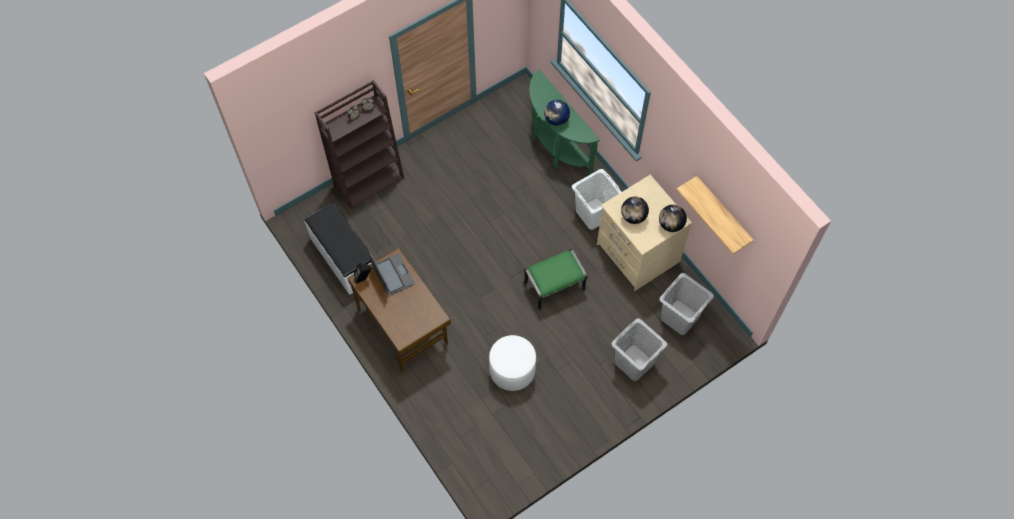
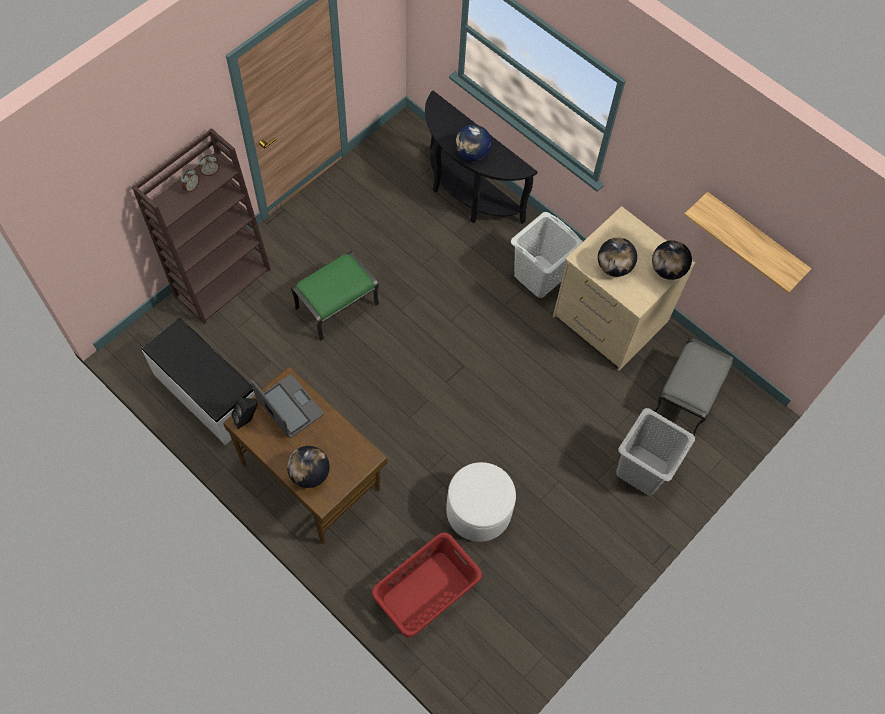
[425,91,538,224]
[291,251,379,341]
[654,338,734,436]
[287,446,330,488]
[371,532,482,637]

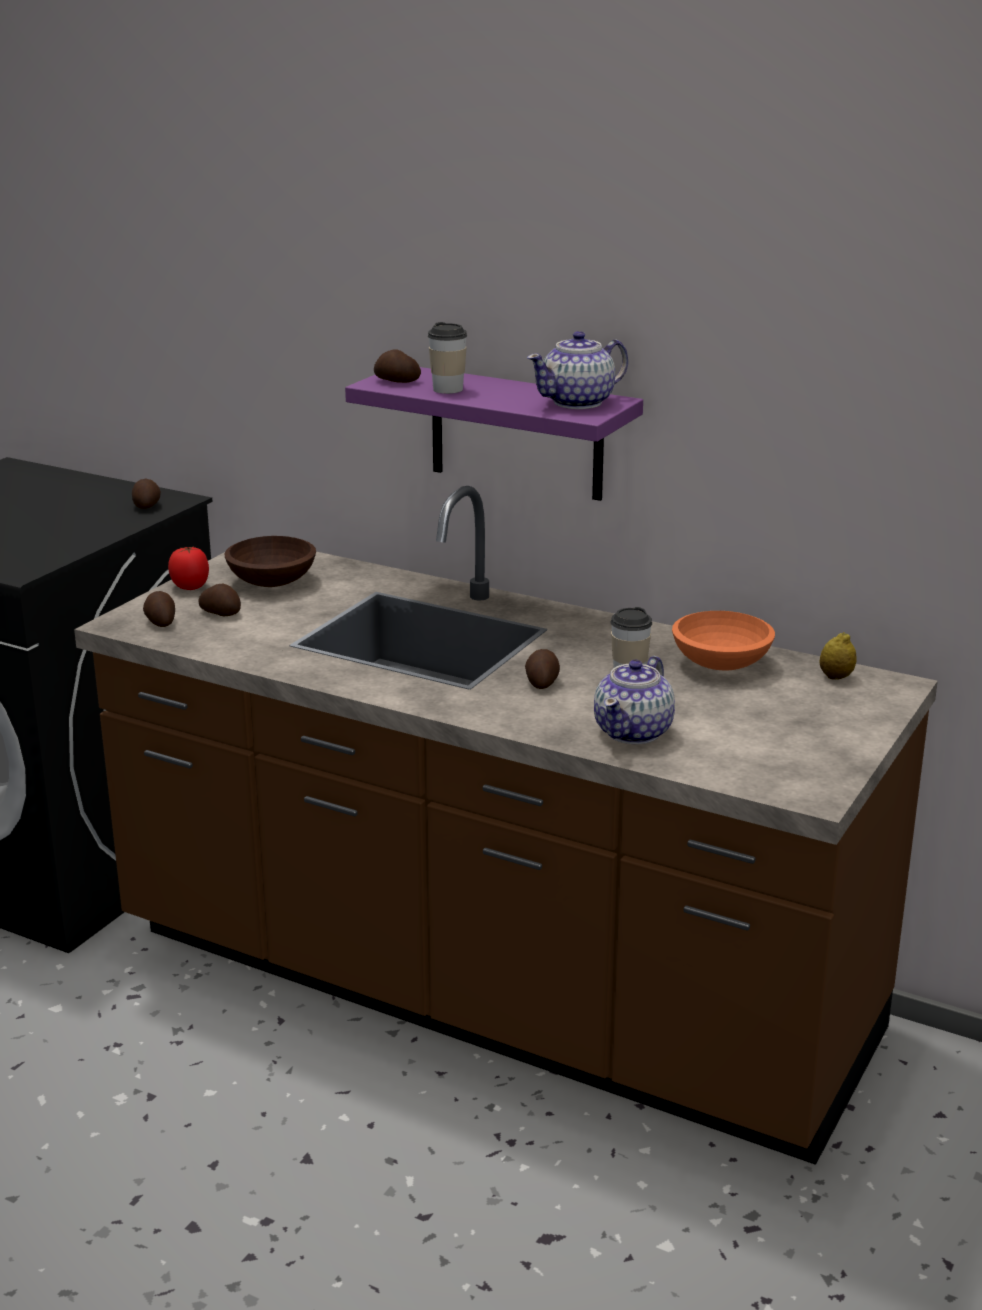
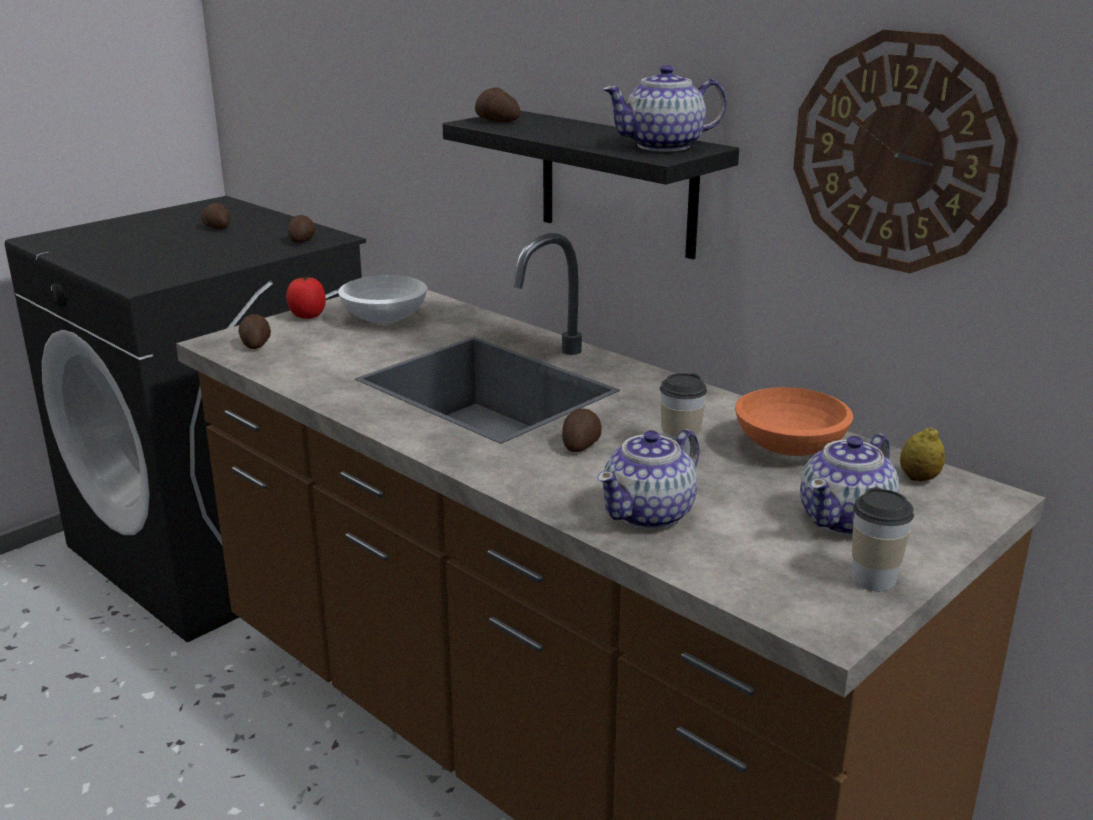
[852,487,914,591]
[442,111,739,259]
[338,275,427,323]
[201,203,231,229]
[793,29,1019,273]
[800,433,899,536]

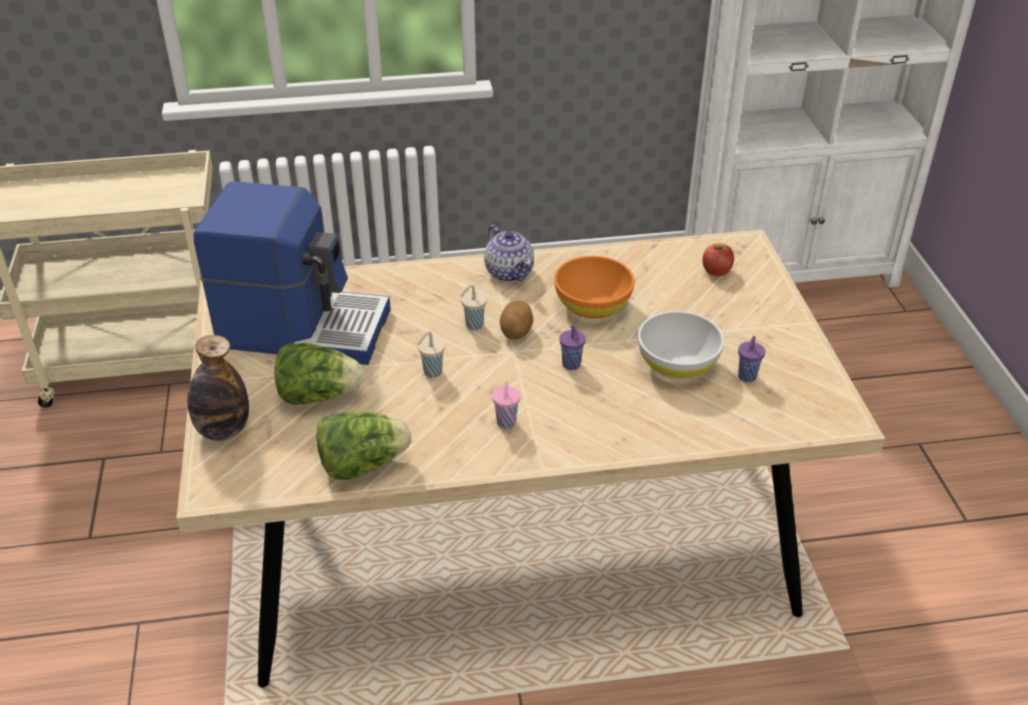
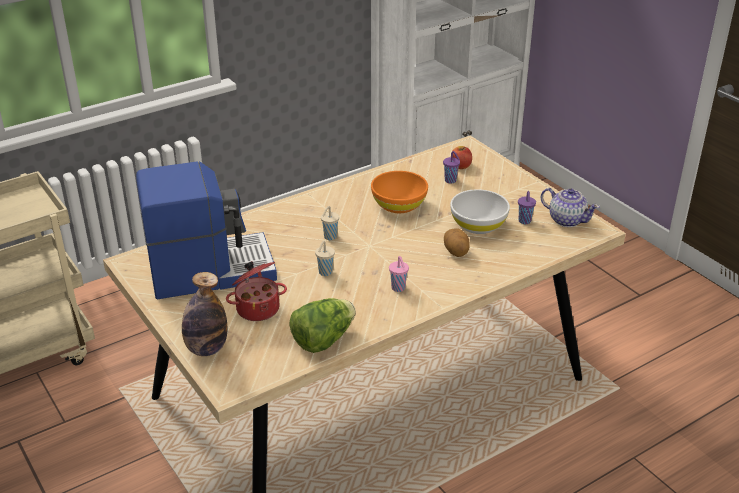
[541,188,600,227]
[444,228,470,257]
[443,151,460,183]
[226,261,287,321]

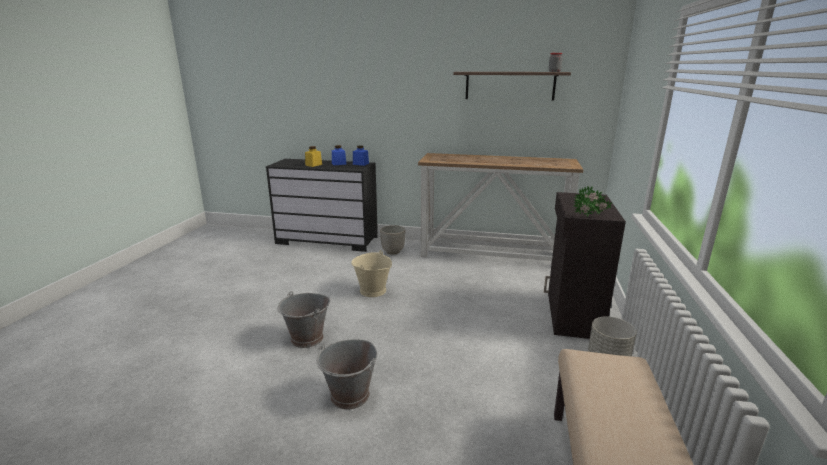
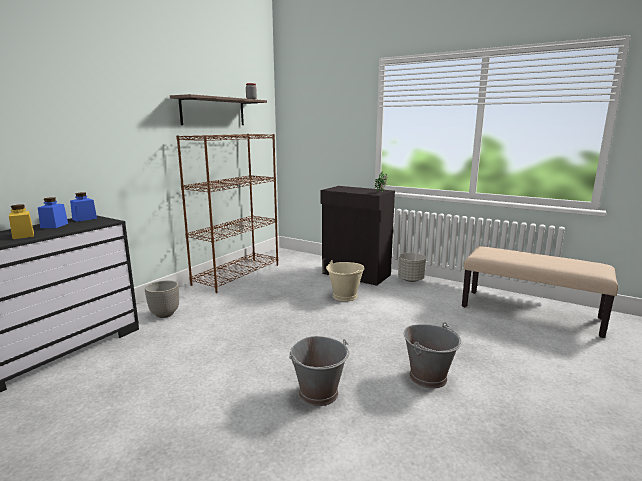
[176,134,278,293]
[326,260,364,301]

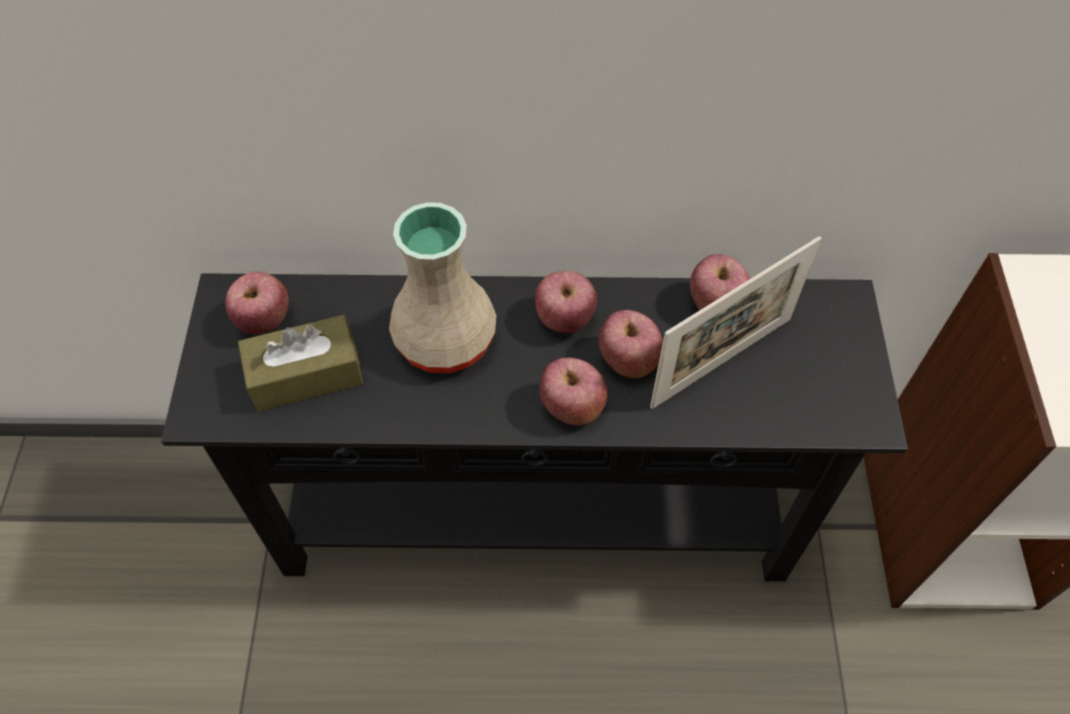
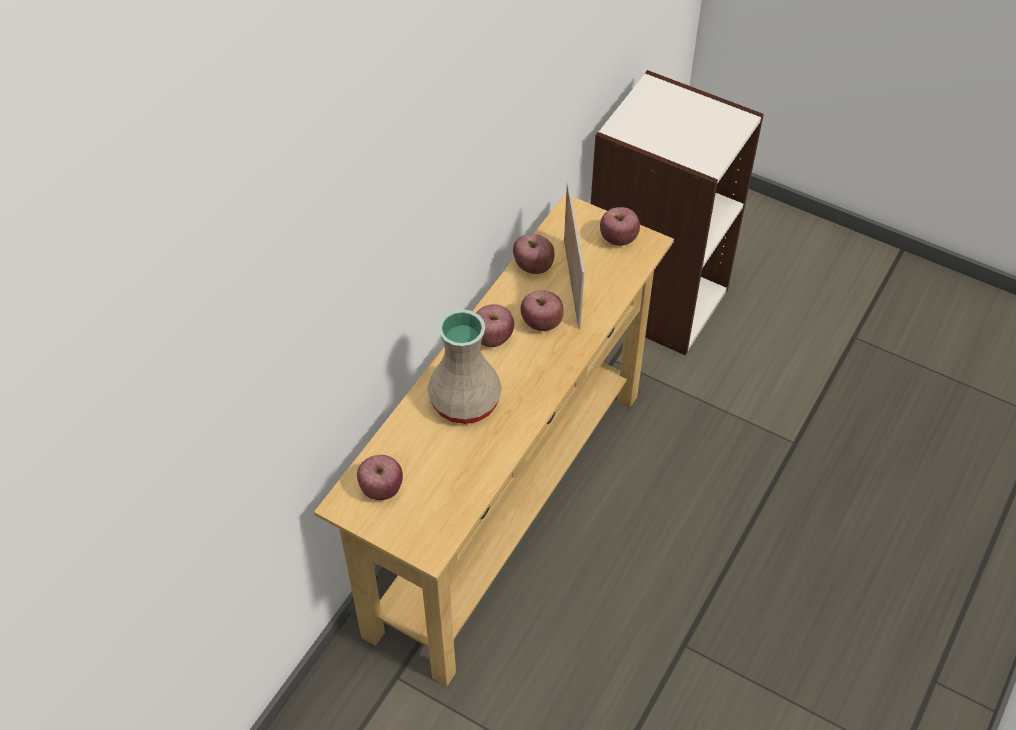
[314,194,674,686]
[238,315,363,412] (first image)
[600,207,640,246]

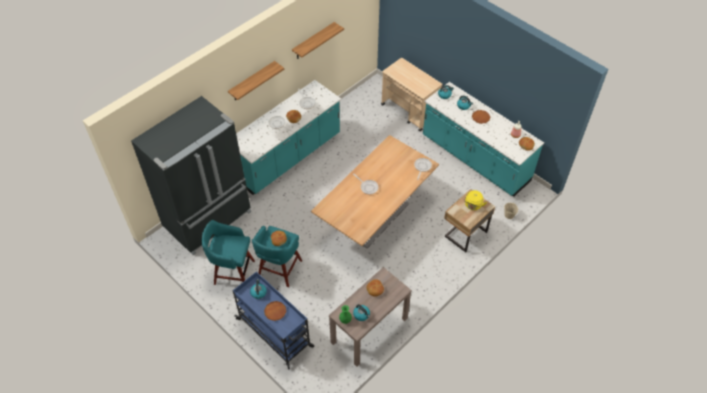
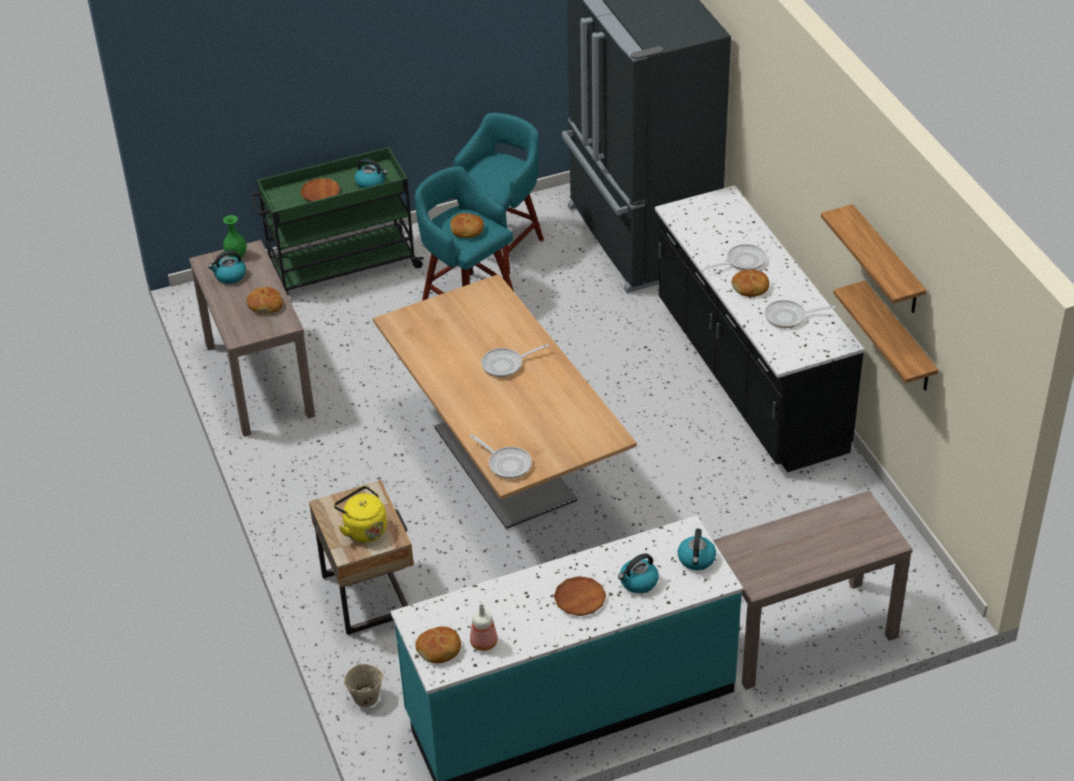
[713,490,913,690]
[833,281,939,391]
[655,185,865,472]
[250,147,424,295]

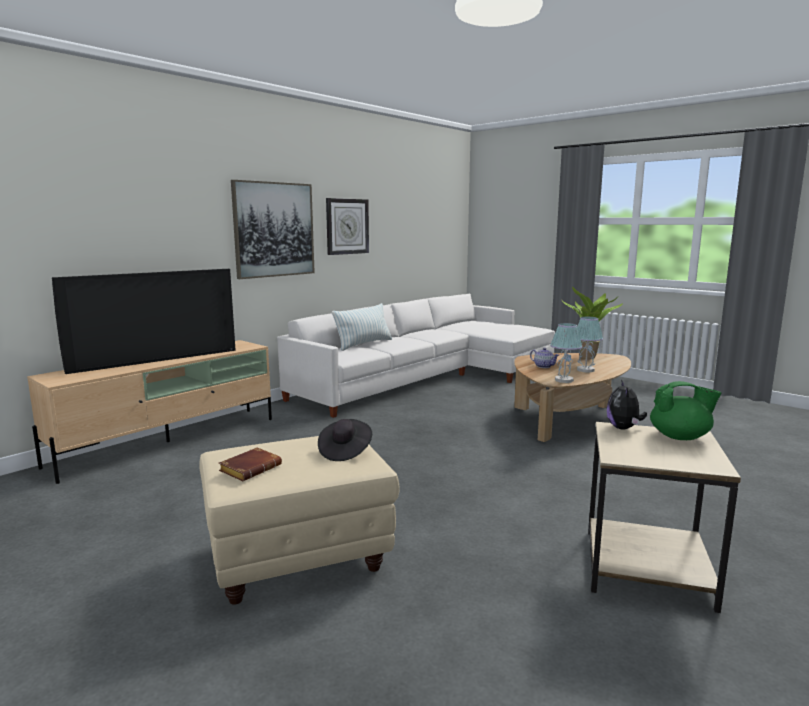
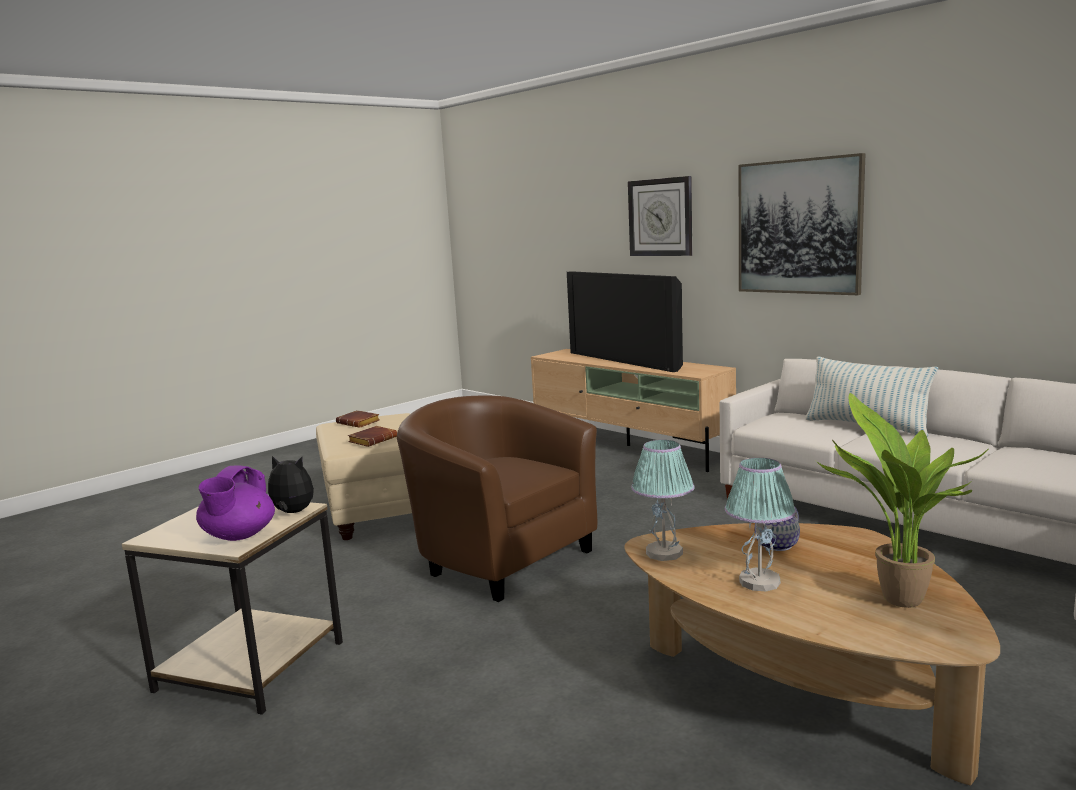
[628,176,693,256]
[196,466,275,541]
[348,426,397,447]
[397,396,597,602]

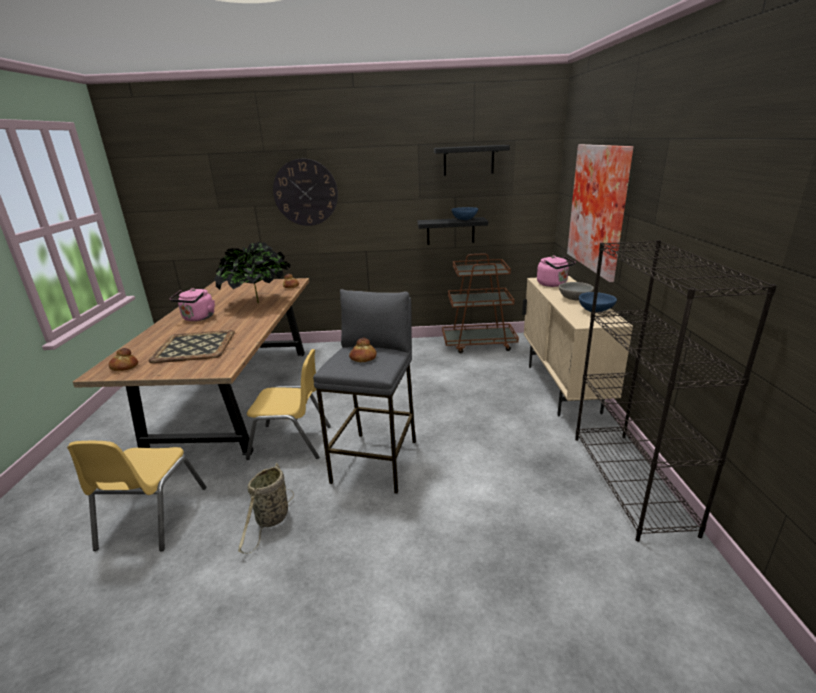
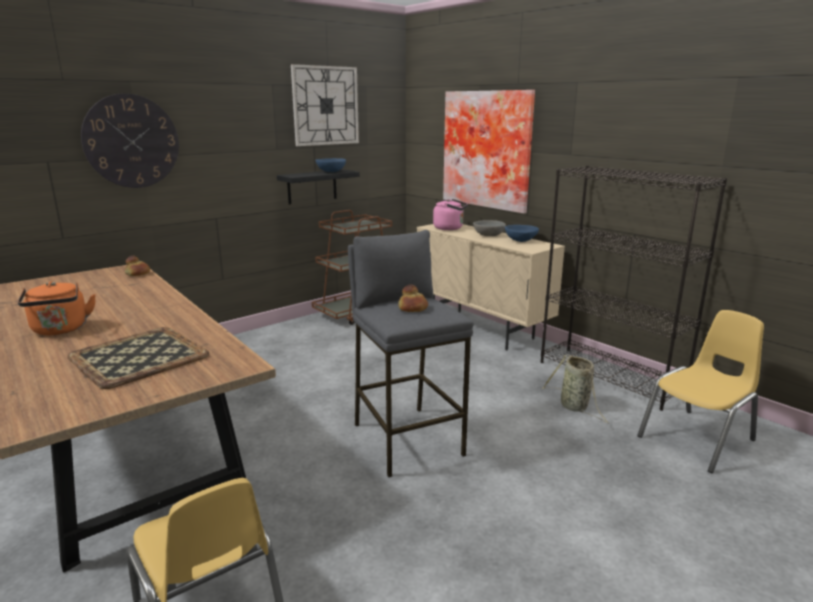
[291,64,359,146]
[214,242,291,303] (first image)
[18,281,96,335]
[109,348,138,371] (first image)
[637,310,764,473]
[542,355,609,423]

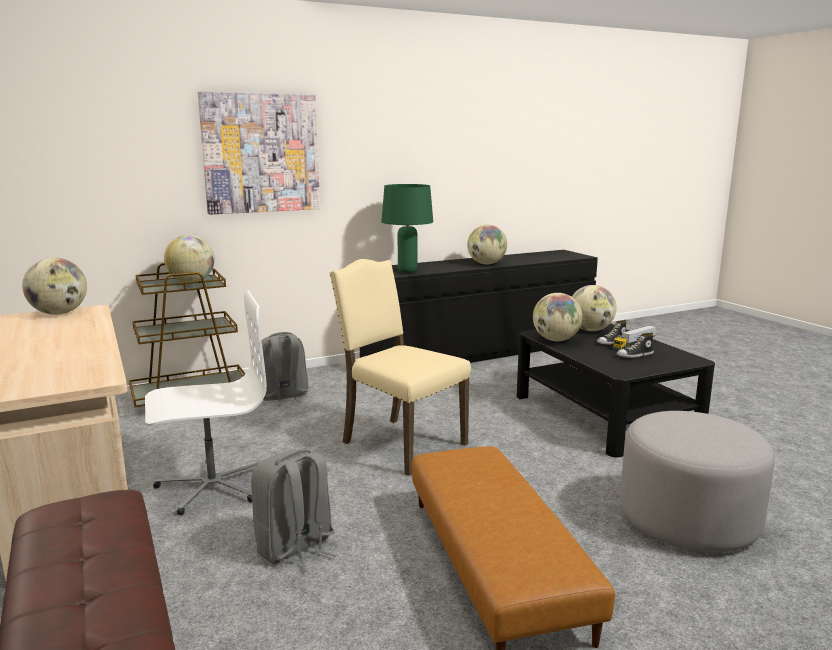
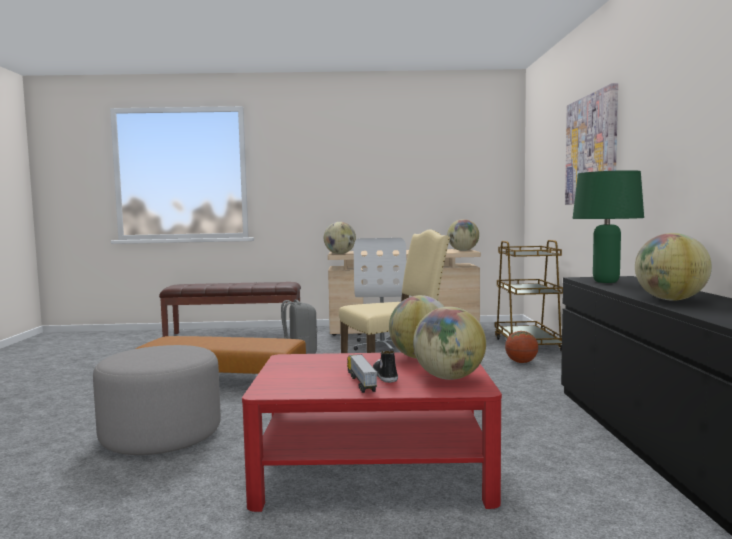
[324,222,356,254]
[242,352,502,512]
[505,331,538,363]
[616,333,654,358] (first image)

